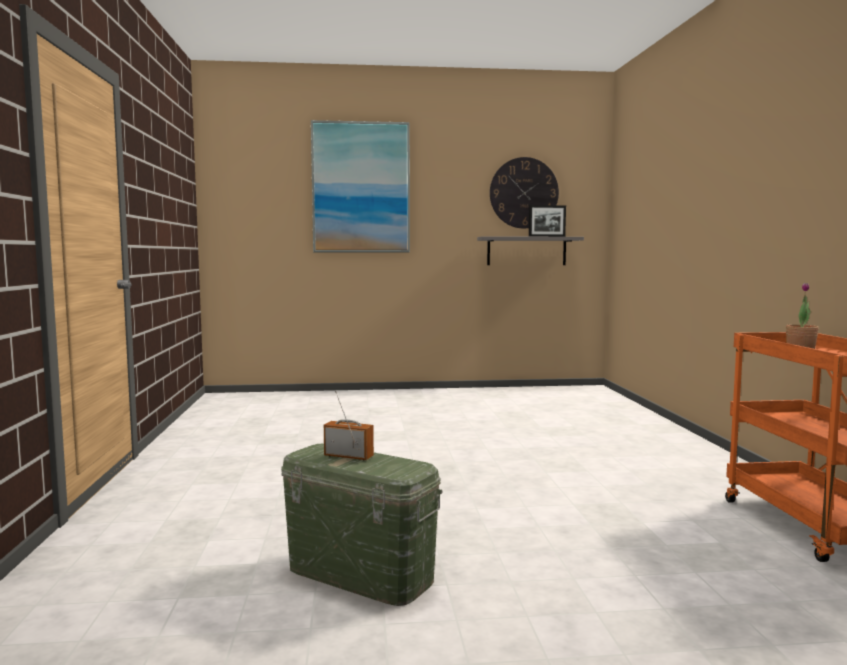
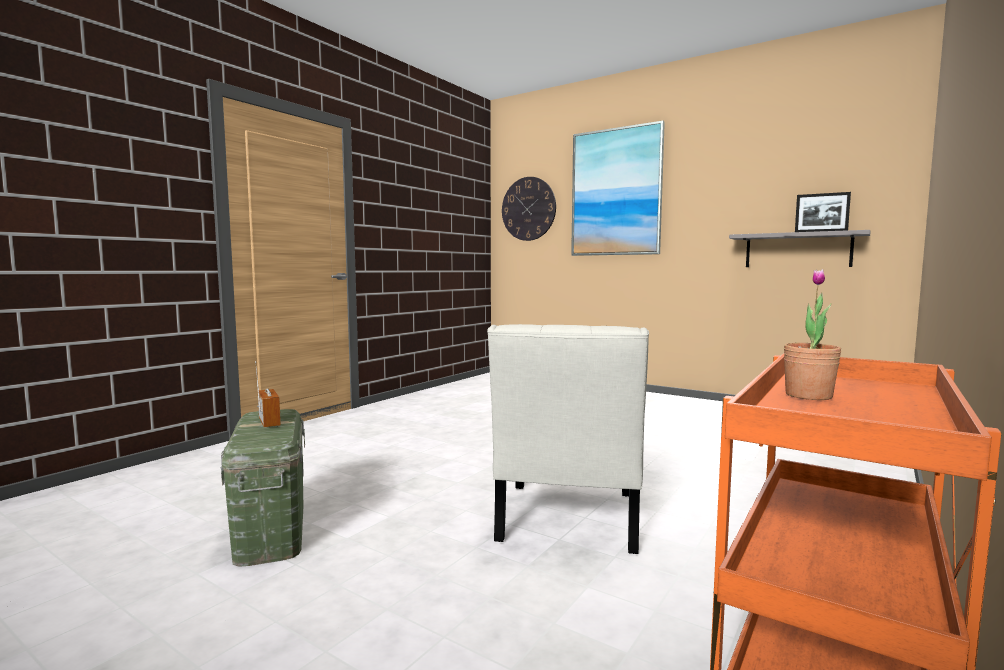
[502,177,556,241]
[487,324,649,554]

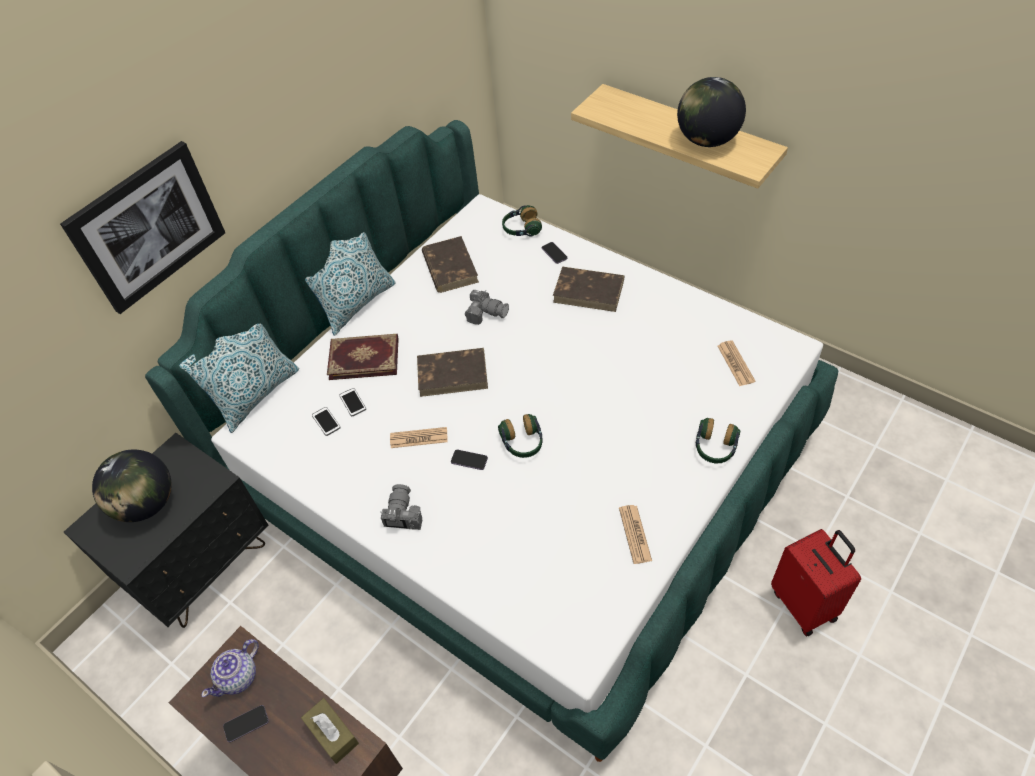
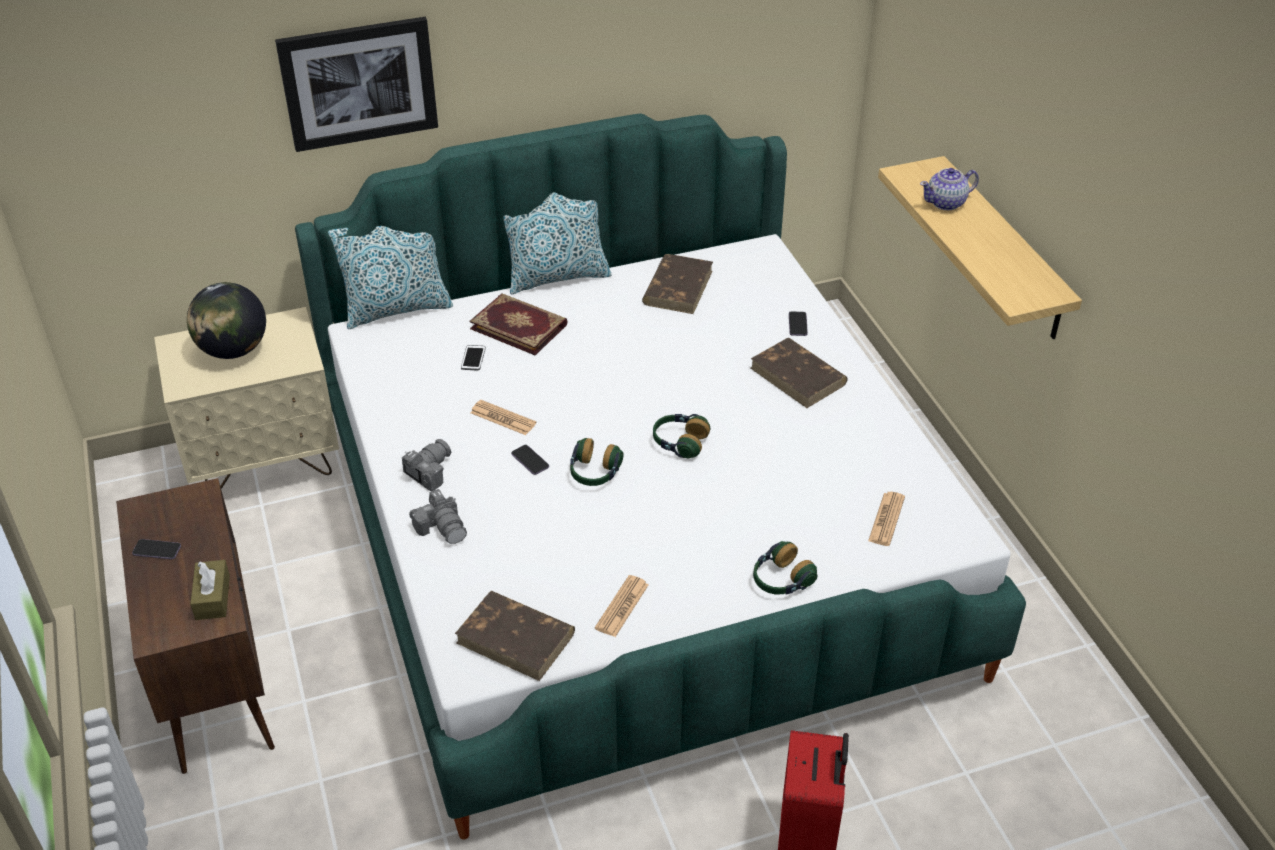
[677,77,746,147] (first image)
[653,414,710,458]
[409,489,467,544]
[455,591,575,681]
[312,407,341,436] (first image)
[154,307,339,489]
[920,168,979,210]

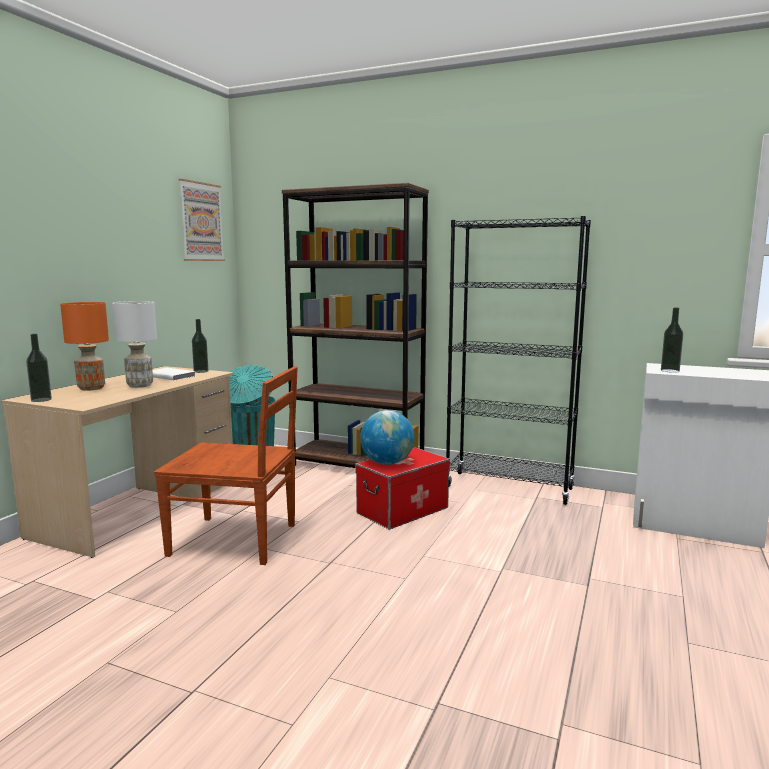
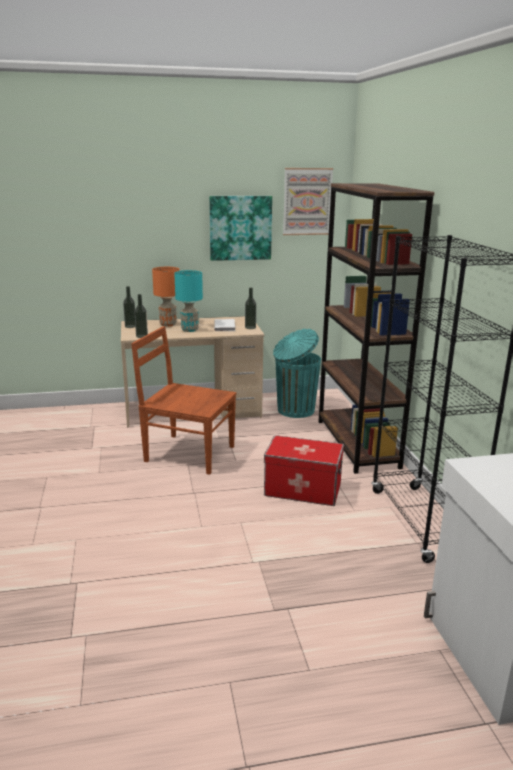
[174,270,203,332]
[135,294,148,338]
[131,326,237,475]
[360,410,415,465] (first image)
[209,196,272,261]

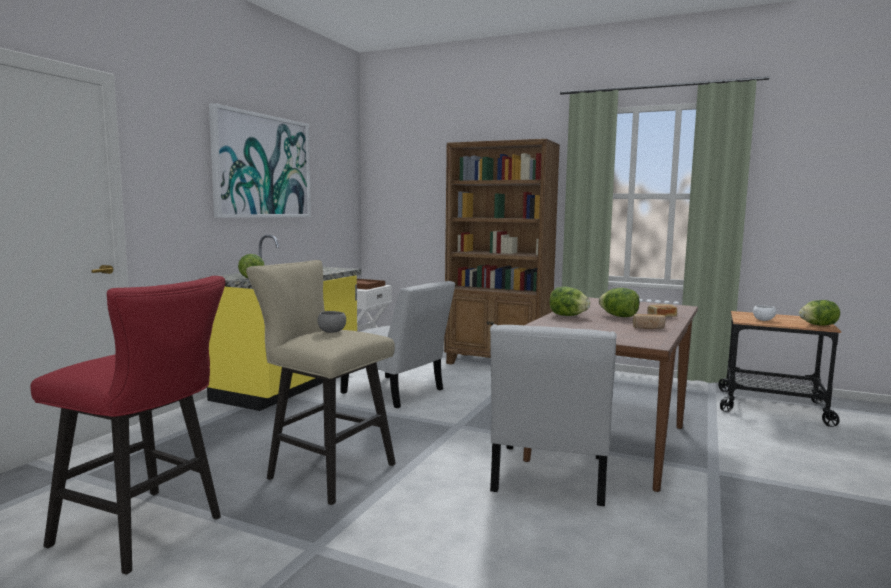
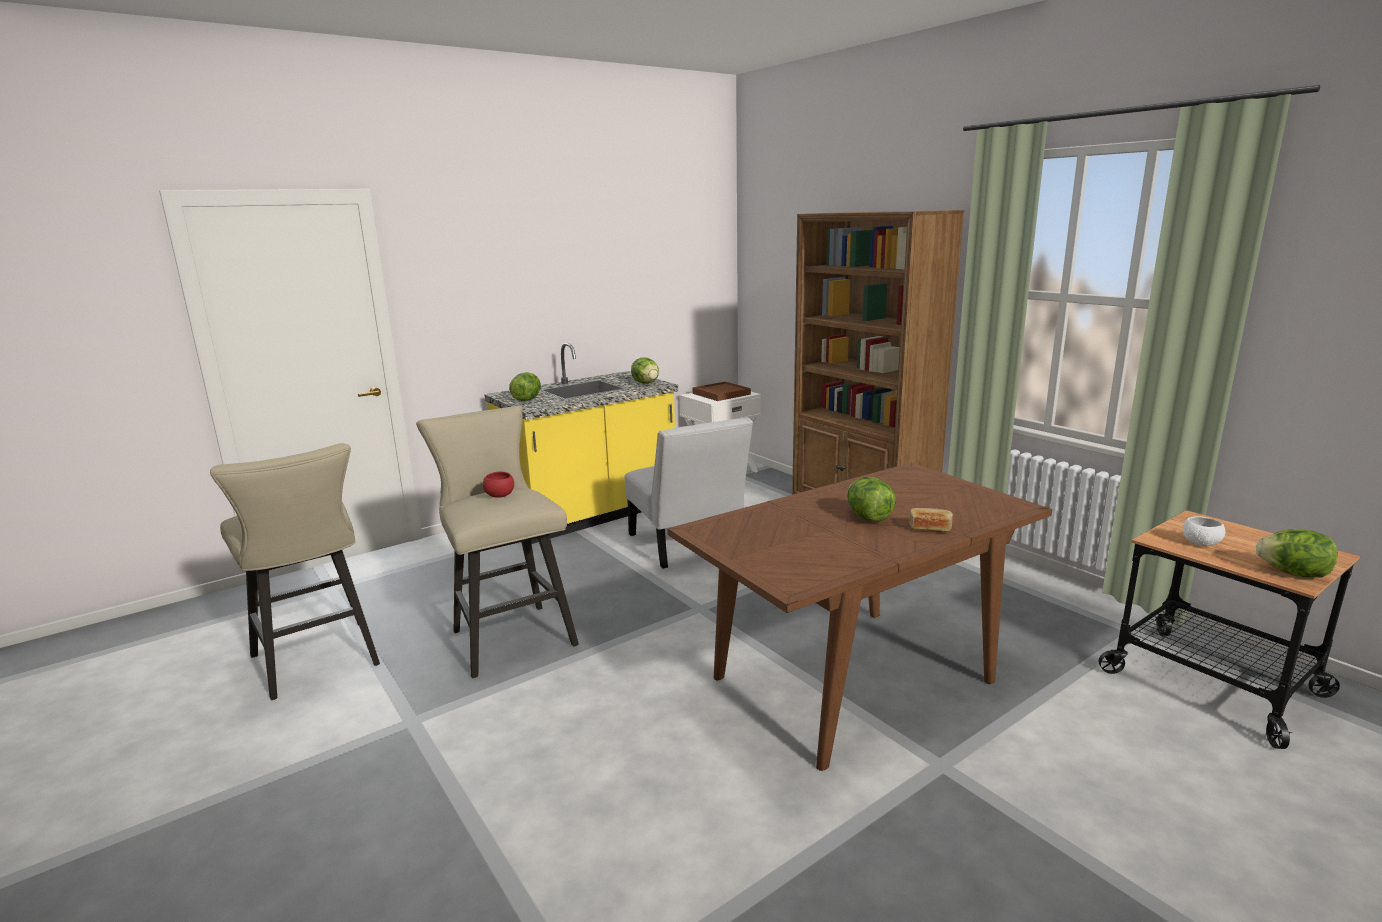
[209,103,311,218] (first image)
[210,443,380,700]
[631,357,659,384]
[483,472,514,498]
[633,314,666,329] (first image)
[490,324,617,506] (first image)

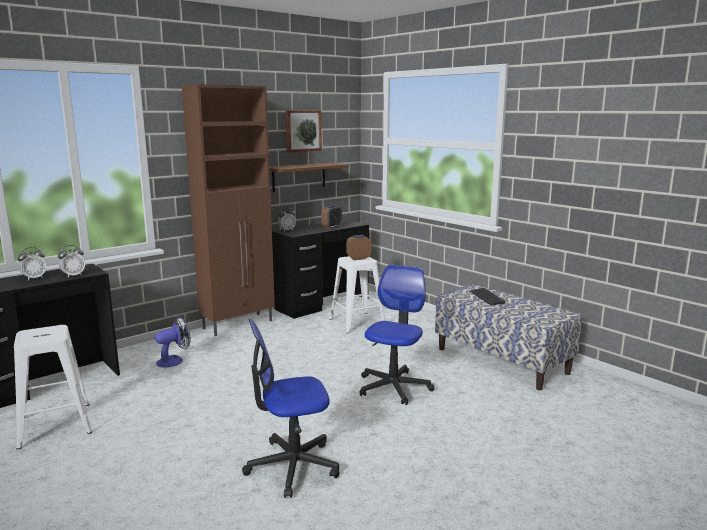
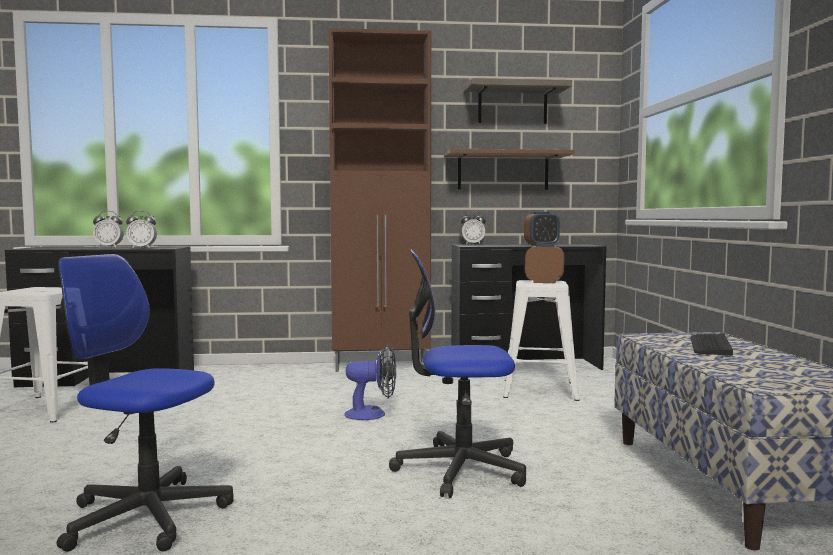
[465,78,572,124]
[389,249,526,498]
[344,344,396,420]

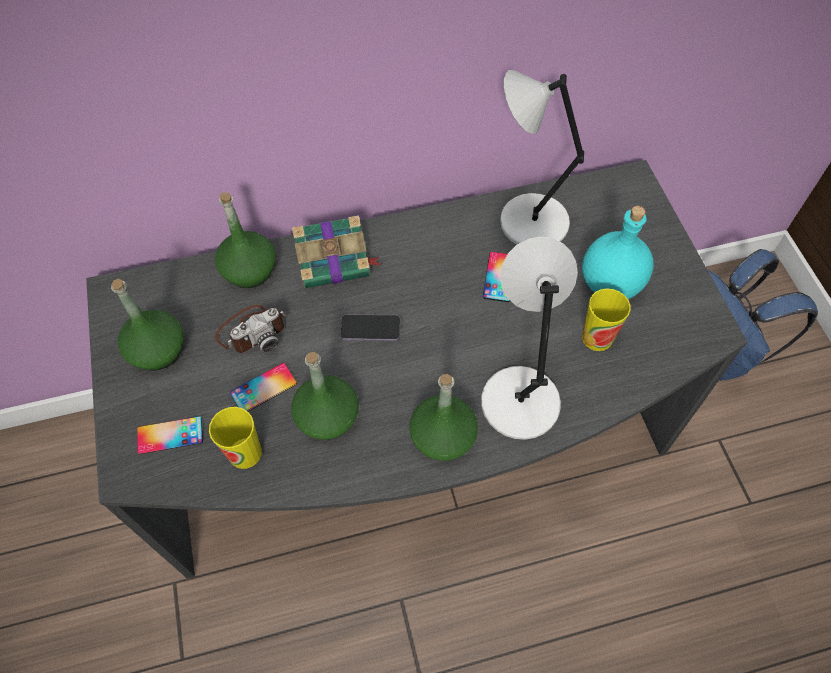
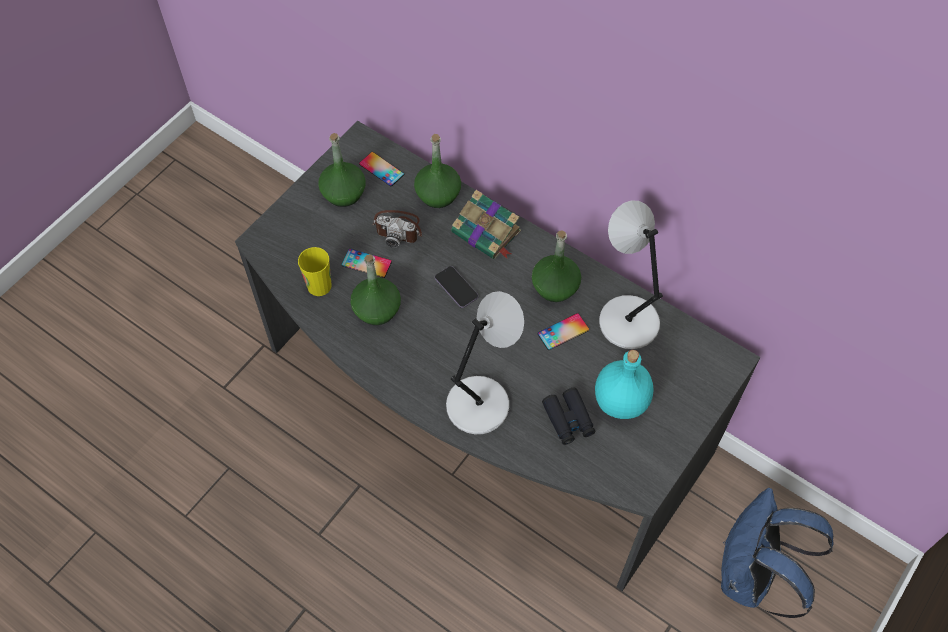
[542,388,596,445]
[532,231,581,302]
[359,152,404,186]

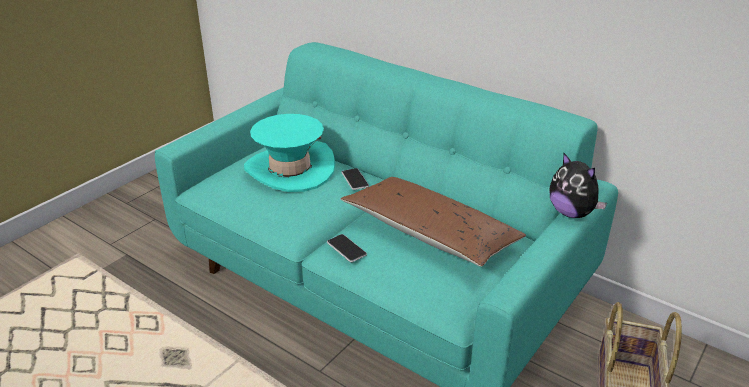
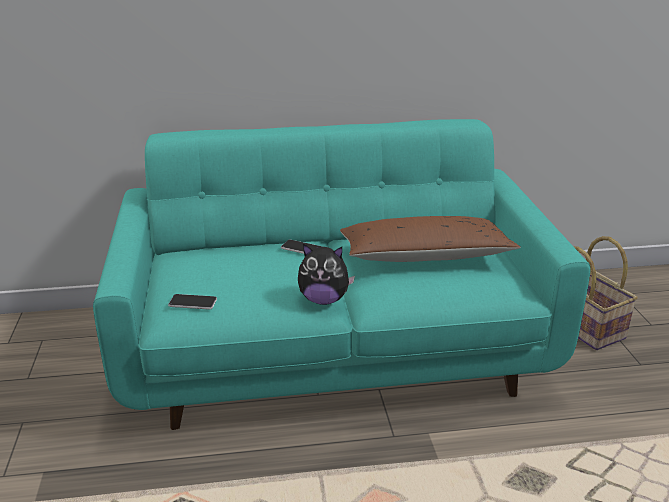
[244,114,335,192] (first image)
[298,244,355,305]
[168,294,217,310]

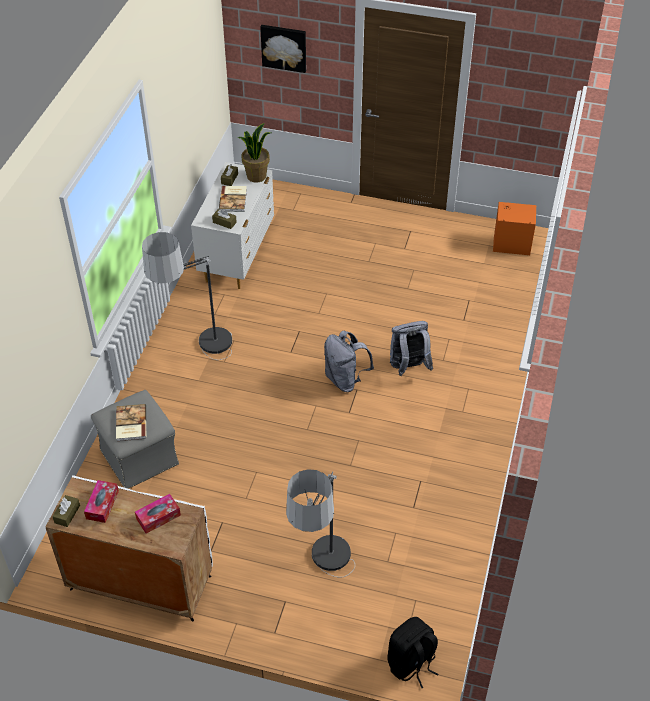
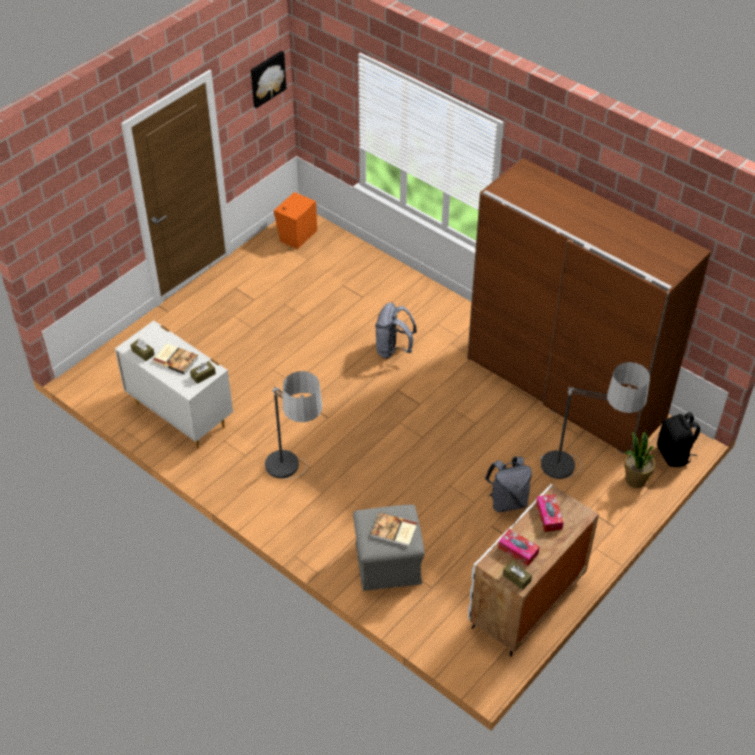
[251,51,286,108]
[624,432,655,488]
[485,456,532,513]
[467,158,711,455]

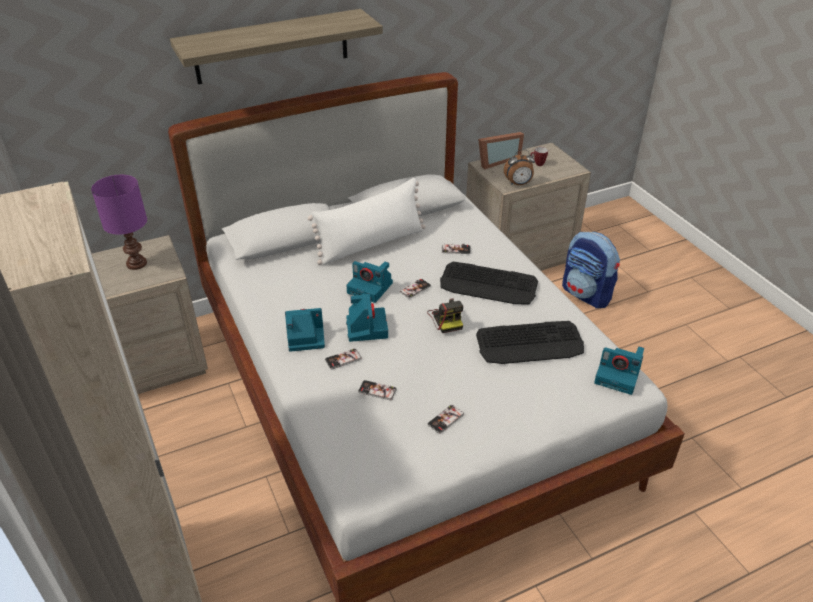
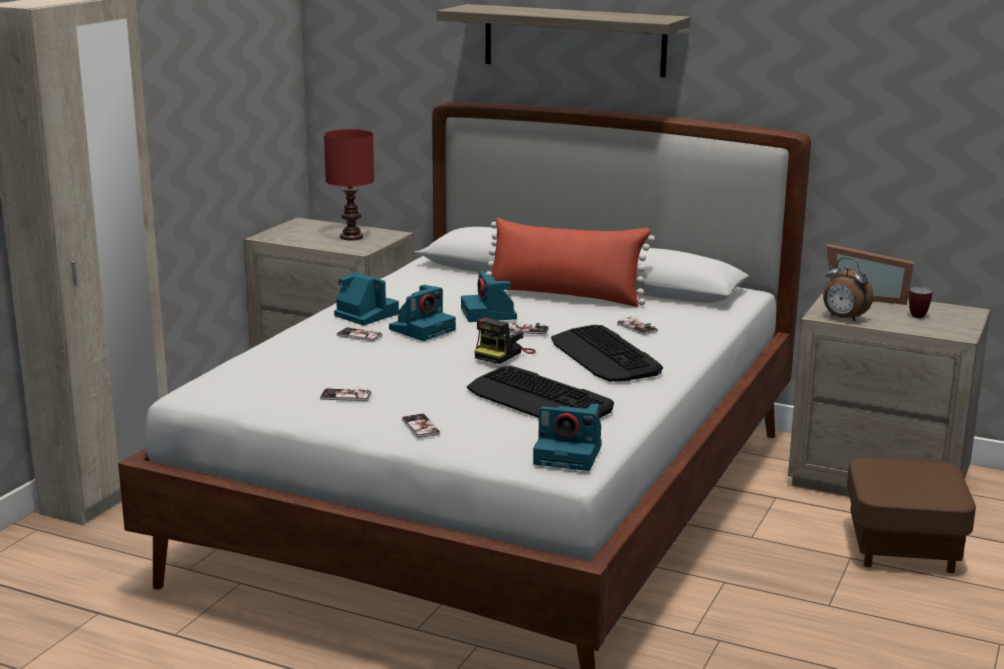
[324,129,374,241]
[486,218,655,307]
[847,457,976,573]
[533,403,602,471]
[402,413,440,438]

